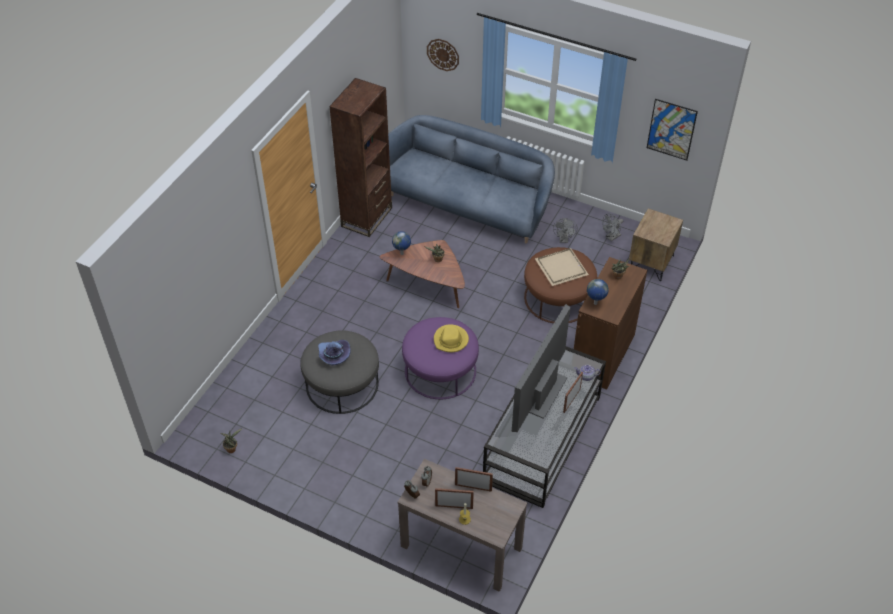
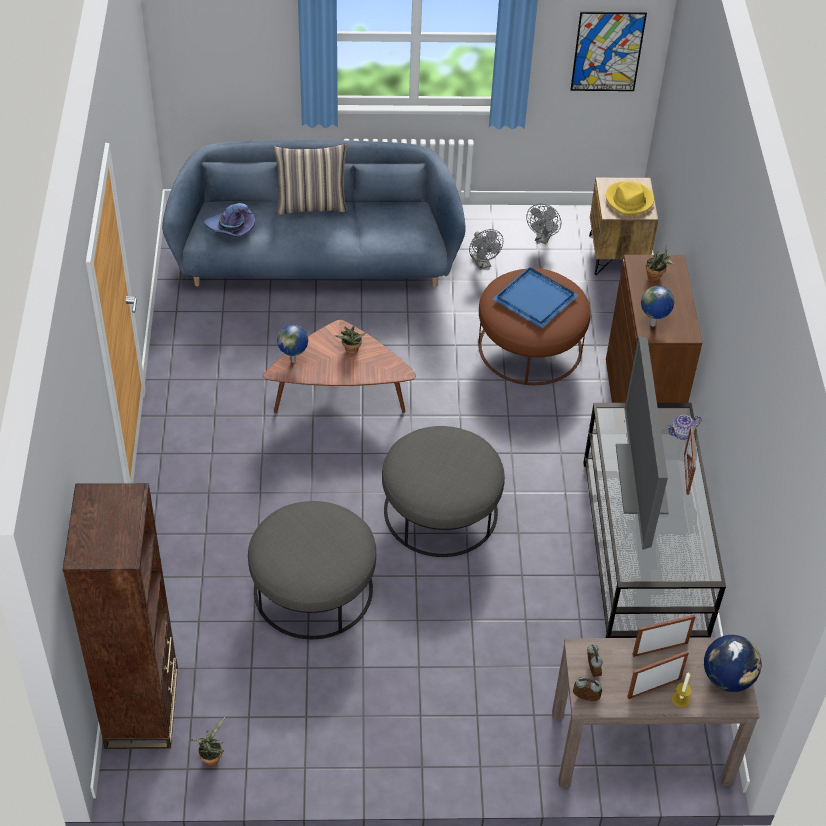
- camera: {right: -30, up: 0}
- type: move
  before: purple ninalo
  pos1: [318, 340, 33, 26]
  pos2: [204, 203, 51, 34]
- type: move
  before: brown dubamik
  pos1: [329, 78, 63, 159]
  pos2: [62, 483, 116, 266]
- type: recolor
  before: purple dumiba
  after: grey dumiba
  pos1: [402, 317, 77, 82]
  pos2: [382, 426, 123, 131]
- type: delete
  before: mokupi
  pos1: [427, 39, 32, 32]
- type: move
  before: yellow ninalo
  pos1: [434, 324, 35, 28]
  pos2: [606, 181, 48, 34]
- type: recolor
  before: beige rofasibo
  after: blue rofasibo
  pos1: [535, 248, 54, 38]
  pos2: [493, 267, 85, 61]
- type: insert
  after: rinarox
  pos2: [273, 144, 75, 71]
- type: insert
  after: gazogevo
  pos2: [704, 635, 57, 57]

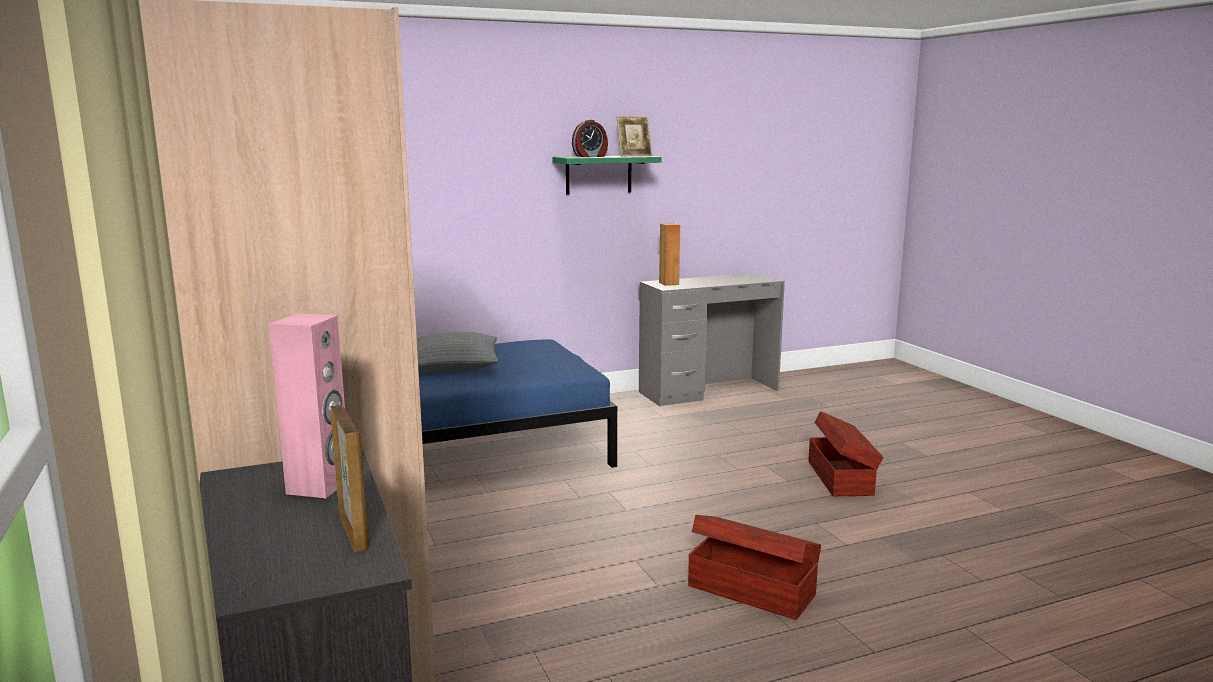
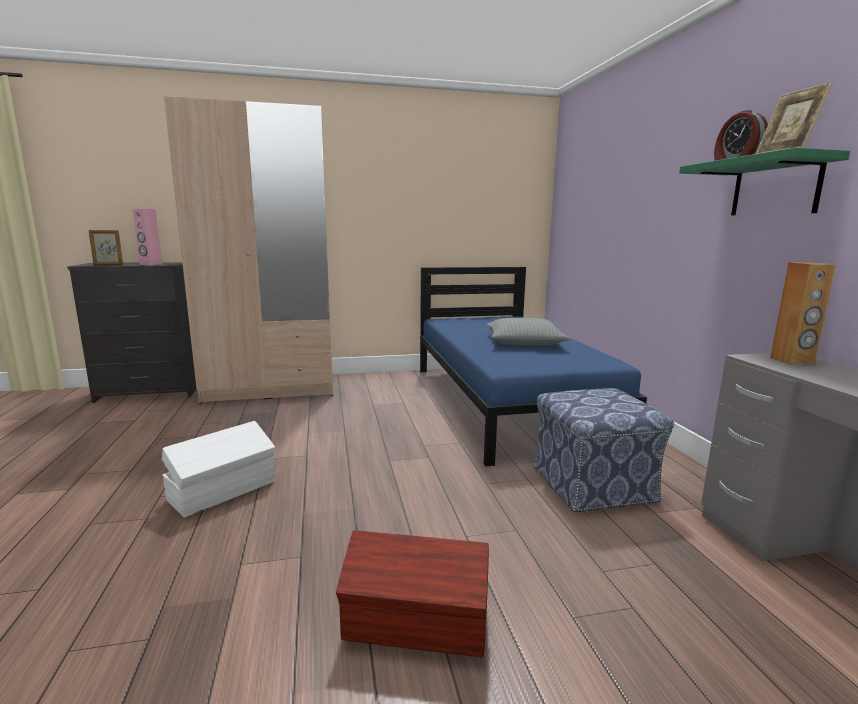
- camera: {right: 100, up: 0}
- type: recolor
  before: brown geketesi
  after: white geketesi
  pos1: [688, 515, 133, 105]
  pos2: [162, 421, 113, 97]
- type: insert
  after: dumiba
  pos2: [534, 388, 140, 125]

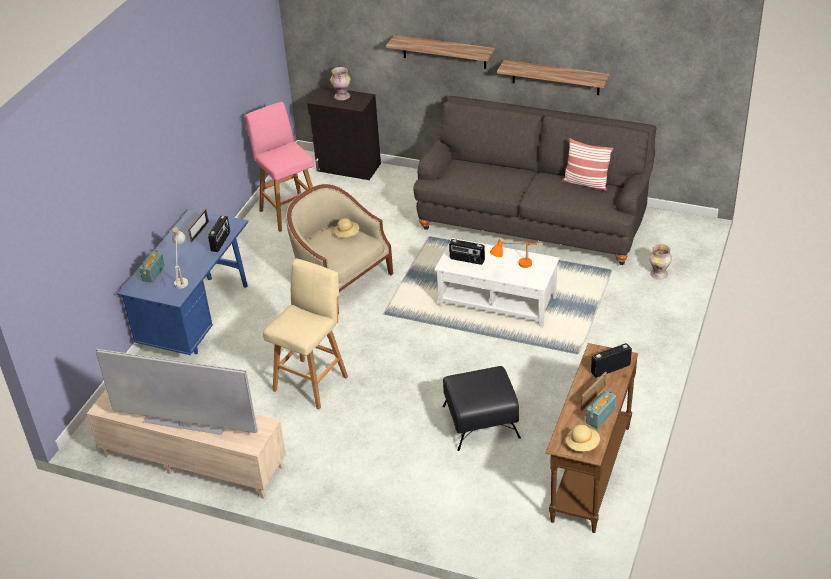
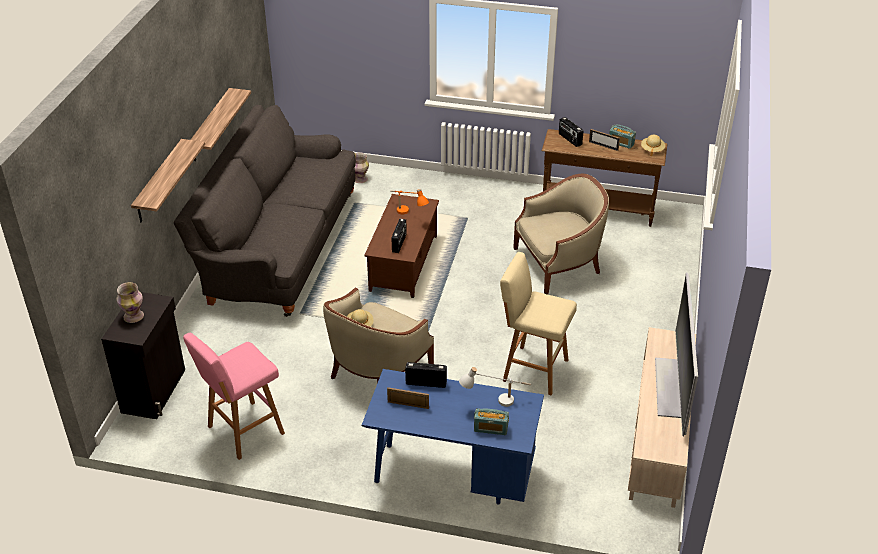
- camera: {right: -100, up: 0}
- type: recolor
  before: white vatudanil
  after: brown vatudanil
  pos1: [435, 238, 124, 90]
  pos2: [364, 194, 75, 104]
- type: replace
  before: black dumiba
  after: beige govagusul
  pos1: [442, 366, 79, 85]
  pos2: [513, 174, 96, 120]
- type: delete
  before: rinarox
  pos1: [562, 138, 51, 53]

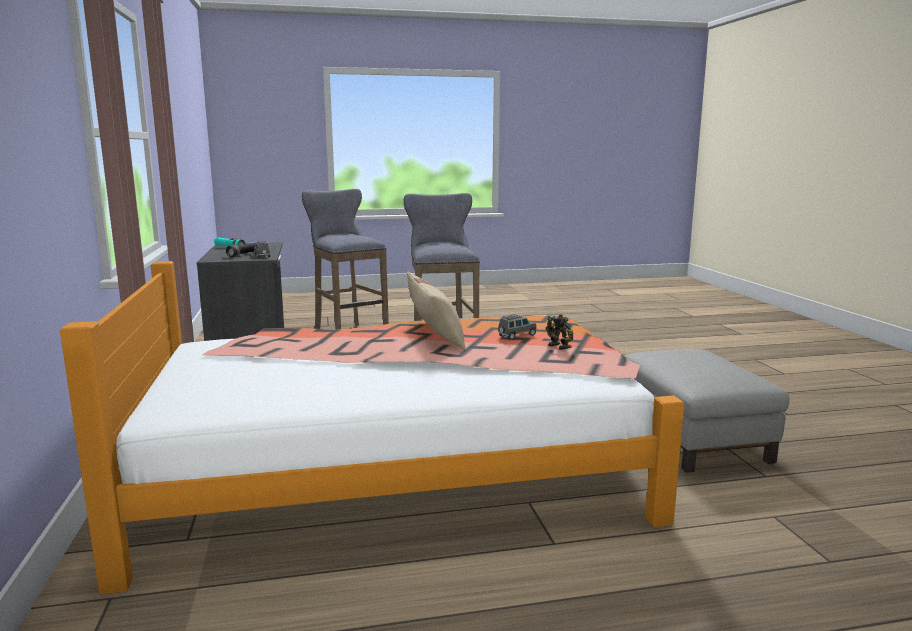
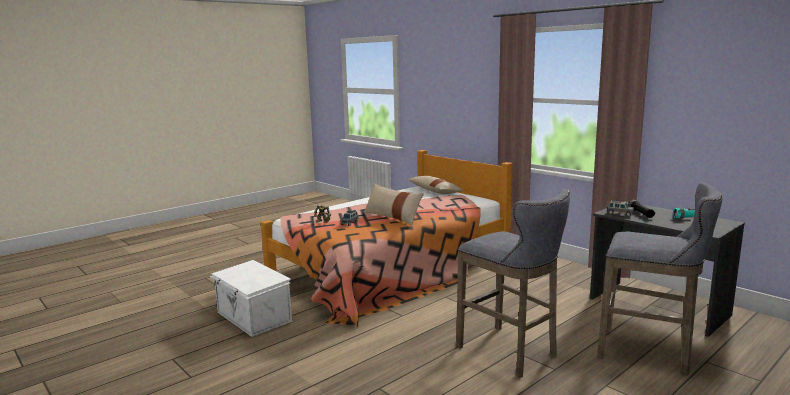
- camera: {right: 150, up: 0}
- type: replace
  before: grey dumiba
  after: white geketesi
  pos1: [624, 349, 166, 124]
  pos2: [210, 260, 82, 77]
- type: insert
  after: beige rinarox
  pos2: [408, 176, 56, 18]

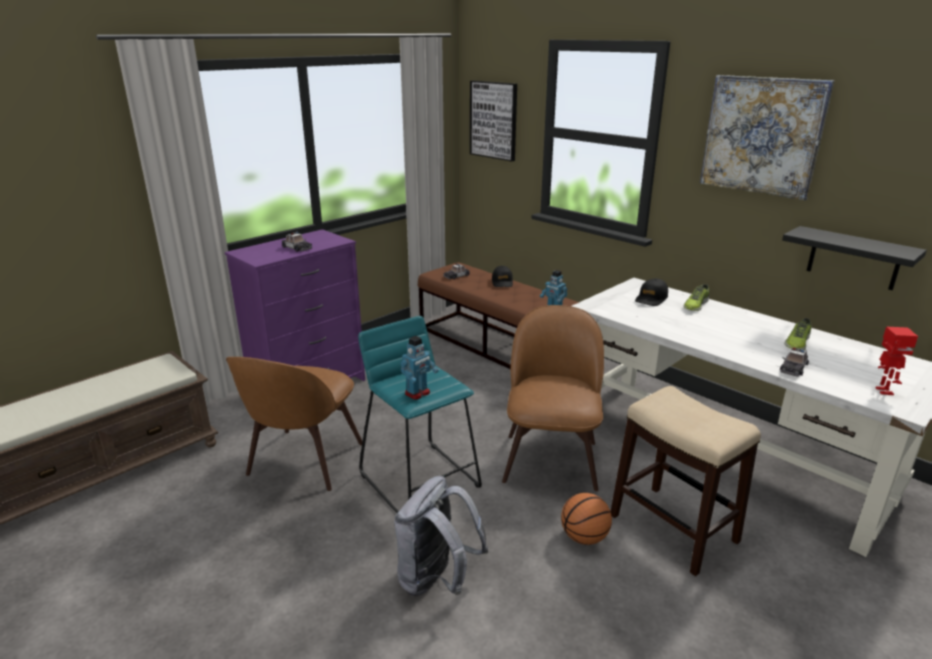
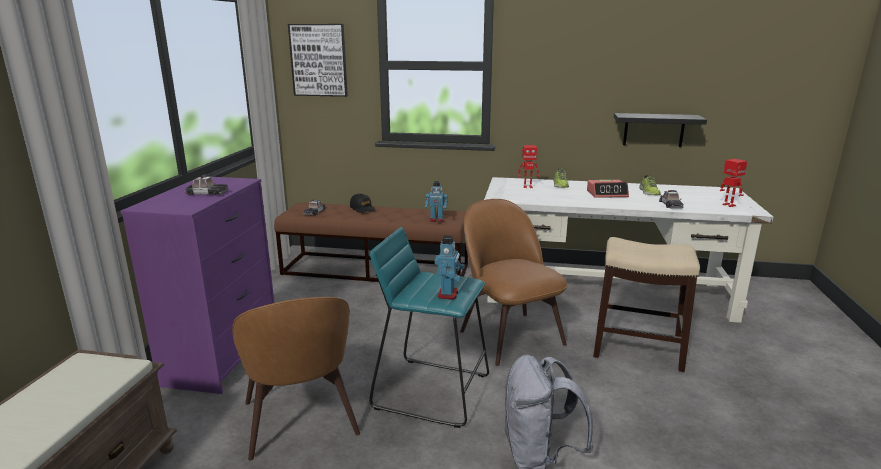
- camera: {right: -35, up: -5}
- type: delete
  before: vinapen
  pos1: [561, 493, 51, 52]
- type: replace
  before: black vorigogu
  after: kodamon
  pos1: [635, 278, 33, 28]
  pos2: [518, 145, 22, 43]
- type: delete
  before: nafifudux
  pos1: [700, 75, 134, 125]
- type: insert
  after: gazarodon
  pos2: [587, 180, 42, 18]

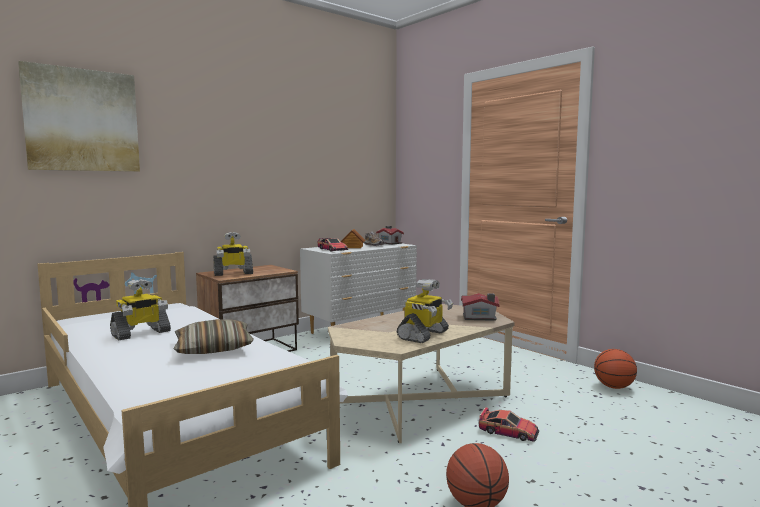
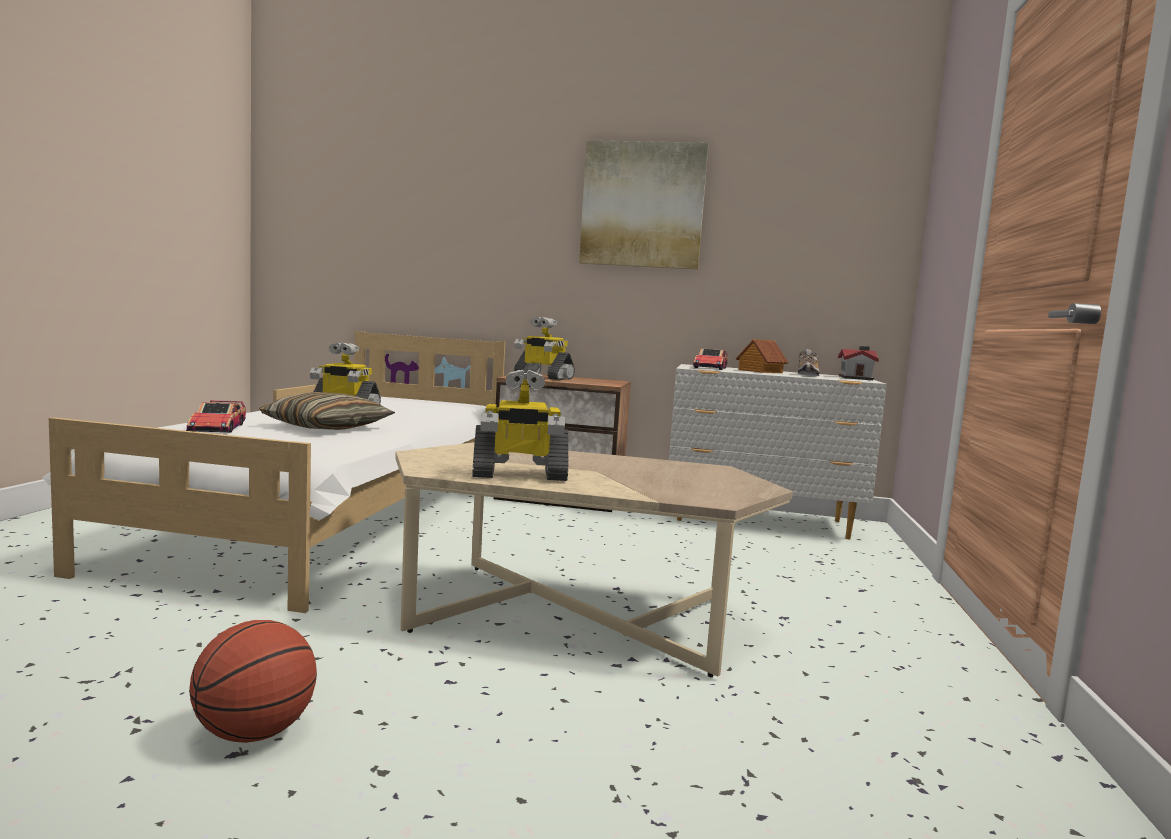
- camera: {right: 50, up: 0}
- type: move
  before: nafifudux
  pos1: [18, 61, 122, 111]
  pos2: [579, 140, 130, 129]
- type: delete
  before: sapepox
  pos1: [461, 293, 38, 28]
- type: move
  before: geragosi
  pos1: [479, 407, 60, 35]
  pos2: [186, 400, 60, 32]
- type: delete
  before: vinapen
  pos1: [594, 349, 43, 40]

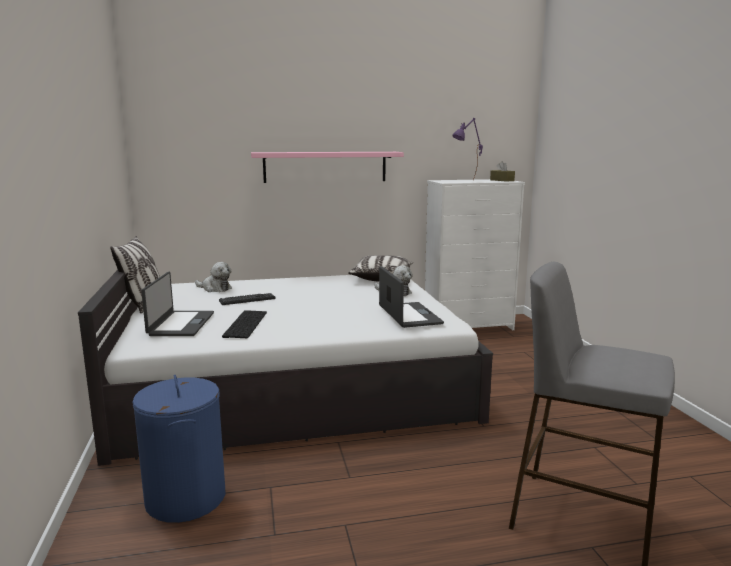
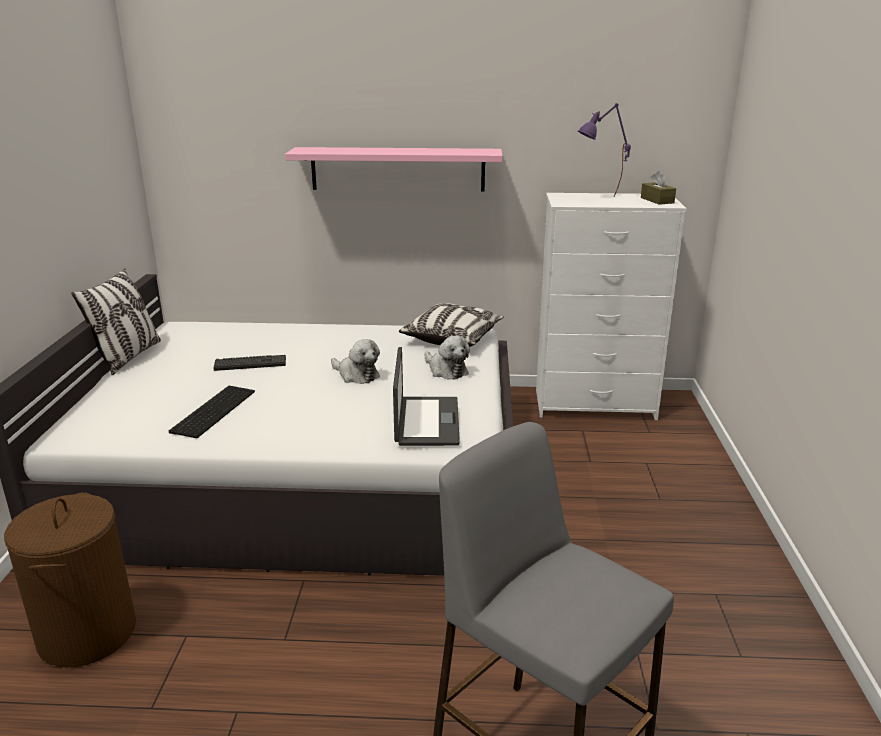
- camera: {right: 15, up: 10}
- type: recolor
  before: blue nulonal
  after: brown nulonal
  pos1: [132, 375, 93, 148]
  pos2: [4, 492, 132, 175]
- type: delete
  before: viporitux
  pos1: [141, 272, 73, 64]
- type: move
  before: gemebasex
  pos1: [195, 262, 37, 30]
  pos2: [331, 339, 49, 45]

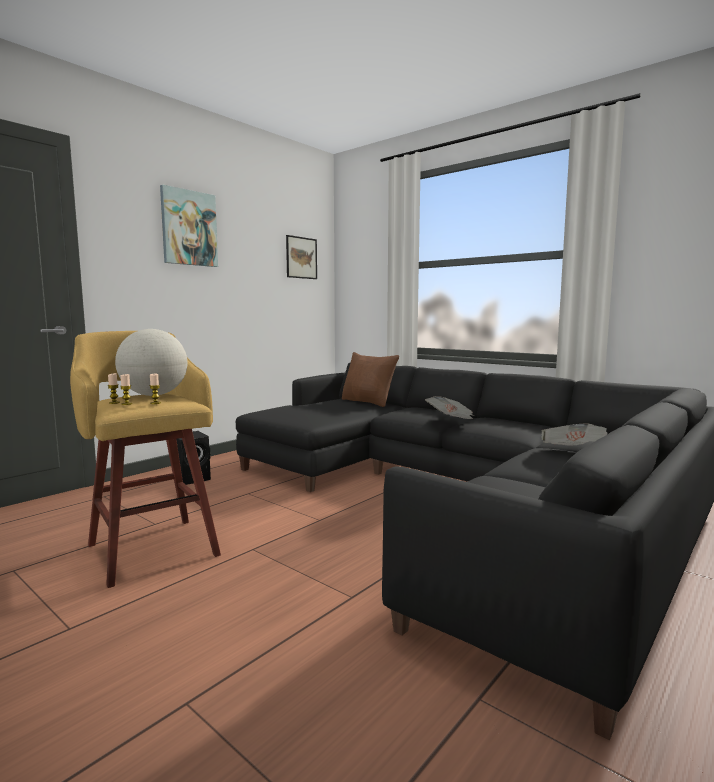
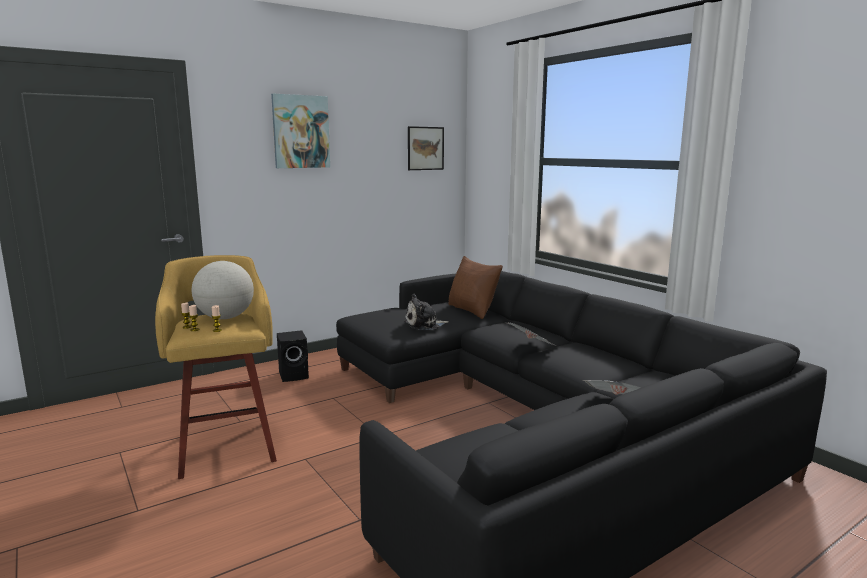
- camera: {right: 15, up: 5}
- type: insert
  after: gemebasex
  pos2: [404, 294, 45, 36]

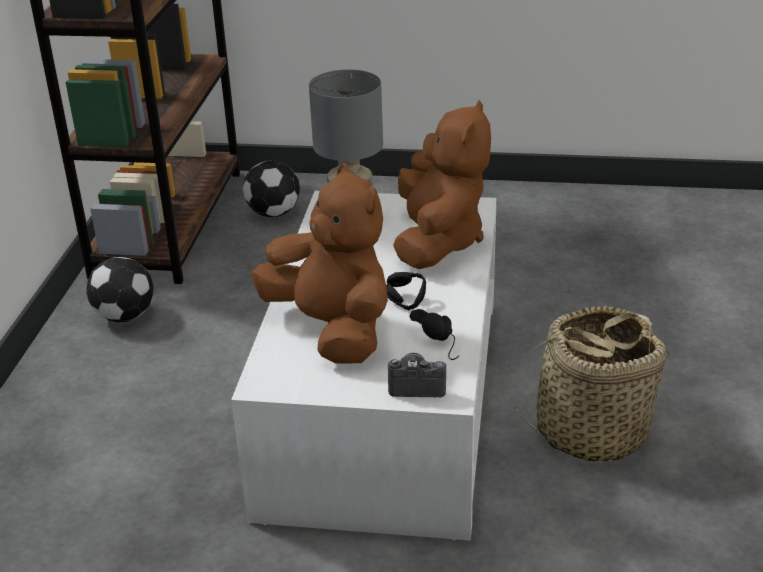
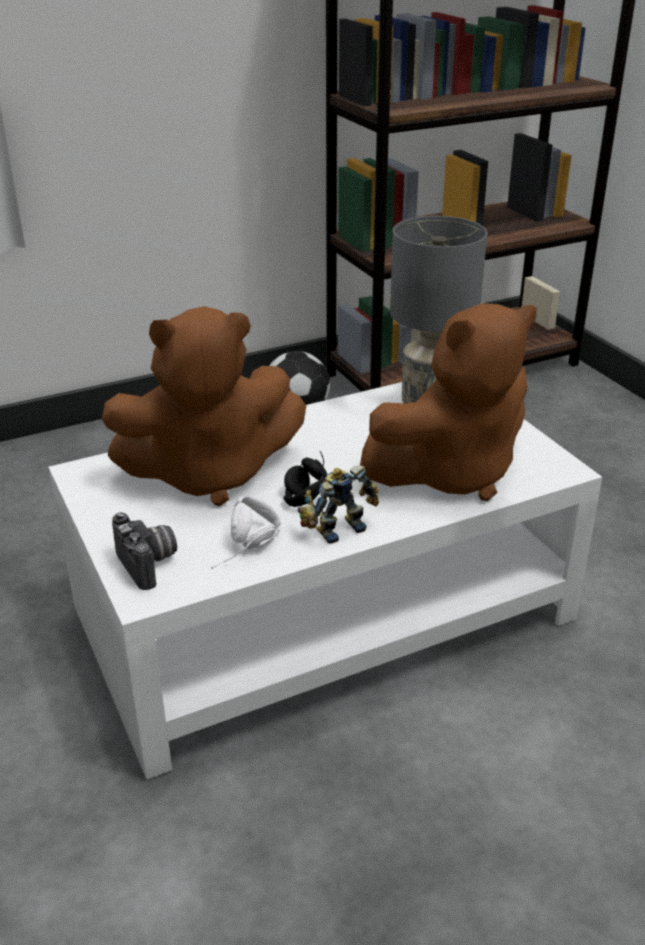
- camera: {right: 55, up: 0}
- type: delete
  before: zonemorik
  pos1: [243, 160, 57, 57]
- type: rotate
  before: brown gemebasex
  pos1: [251, 163, 137, 200]
  pos2: [102, 306, 204, 200]
  turn: 60
- type: recolor
  before: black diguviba
  after: white diguviba
  pos1: [410, 309, 49, 51]
  pos2: [212, 496, 71, 73]
- type: delete
  before: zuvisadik
  pos1: [510, 306, 160, 157]
- type: insert
  after: kodamon
  pos2: [298, 465, 81, 79]

